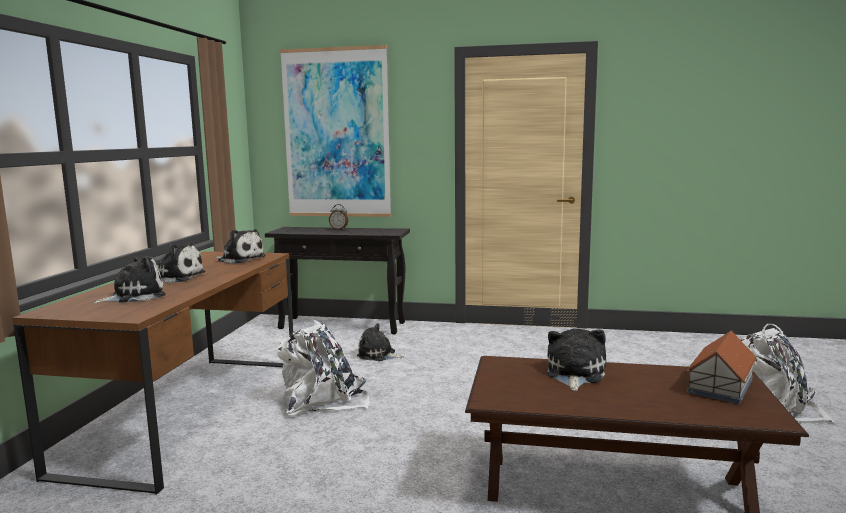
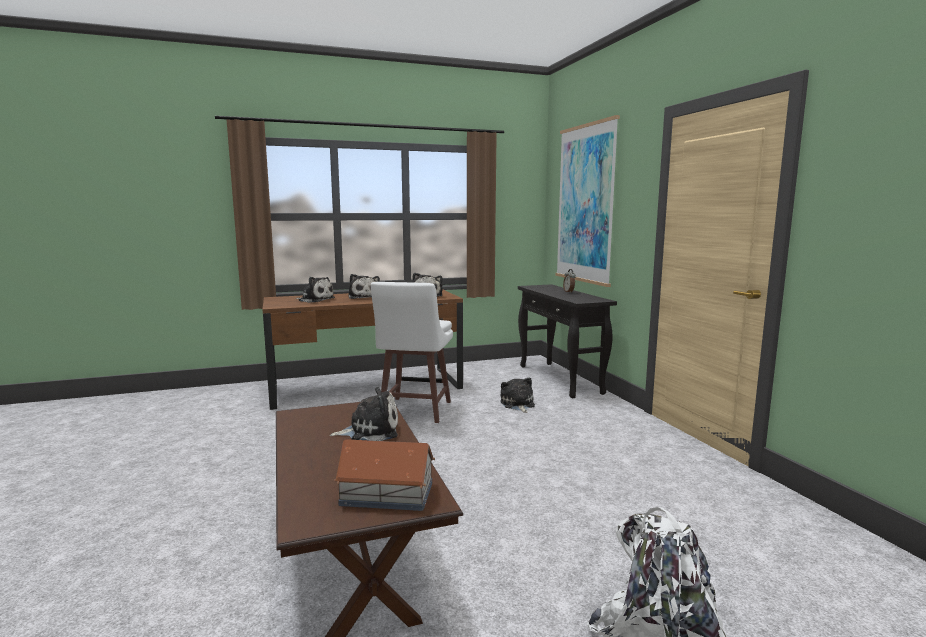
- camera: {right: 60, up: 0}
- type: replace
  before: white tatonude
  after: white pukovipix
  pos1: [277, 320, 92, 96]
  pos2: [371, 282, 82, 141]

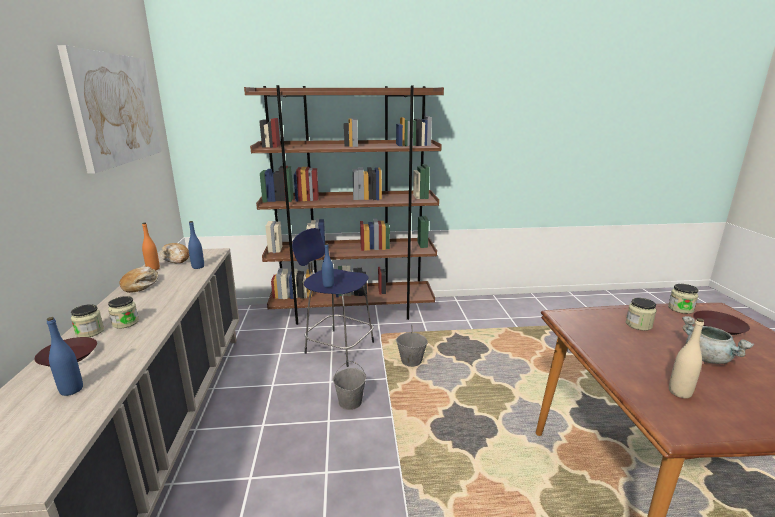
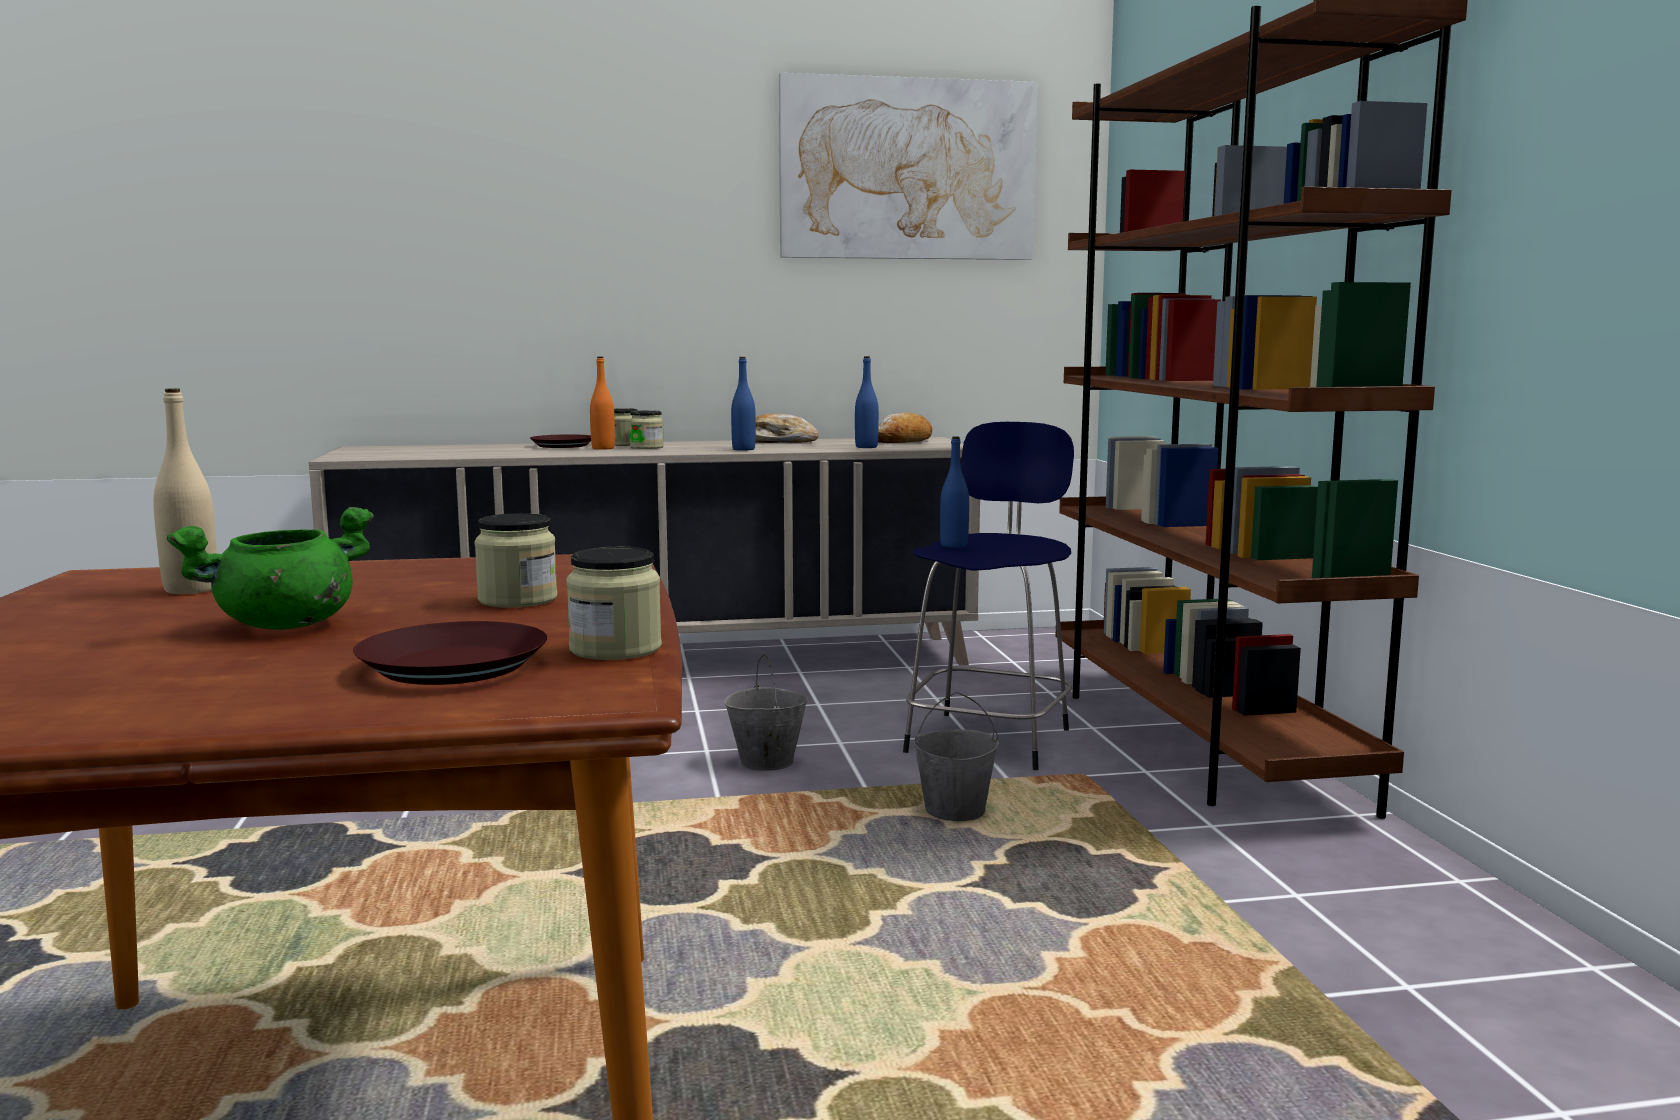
- camera: {right: 85, up: -10}
- type: move
  before: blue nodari
  pos1: [47, 317, 36, 79]
  pos2: [731, 357, 25, 93]
- type: move
  before: orange nodari
  pos1: [142, 222, 18, 48]
  pos2: [590, 356, 25, 94]
- type: recolor
  before: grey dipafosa
  after: green dipafosa
  pos1: [682, 316, 72, 48]
  pos2: [167, 507, 207, 123]

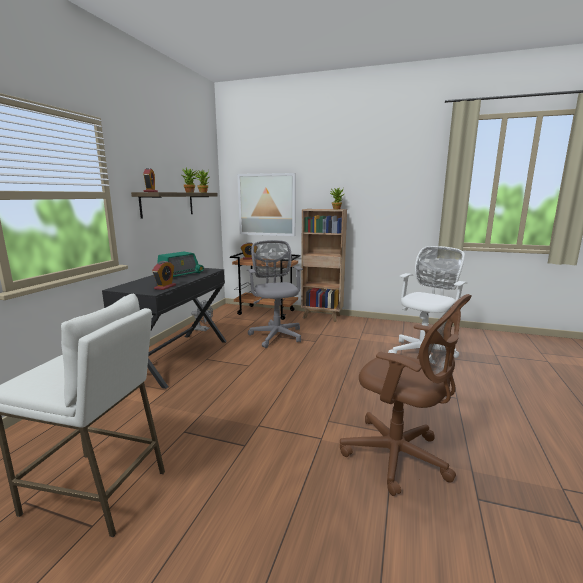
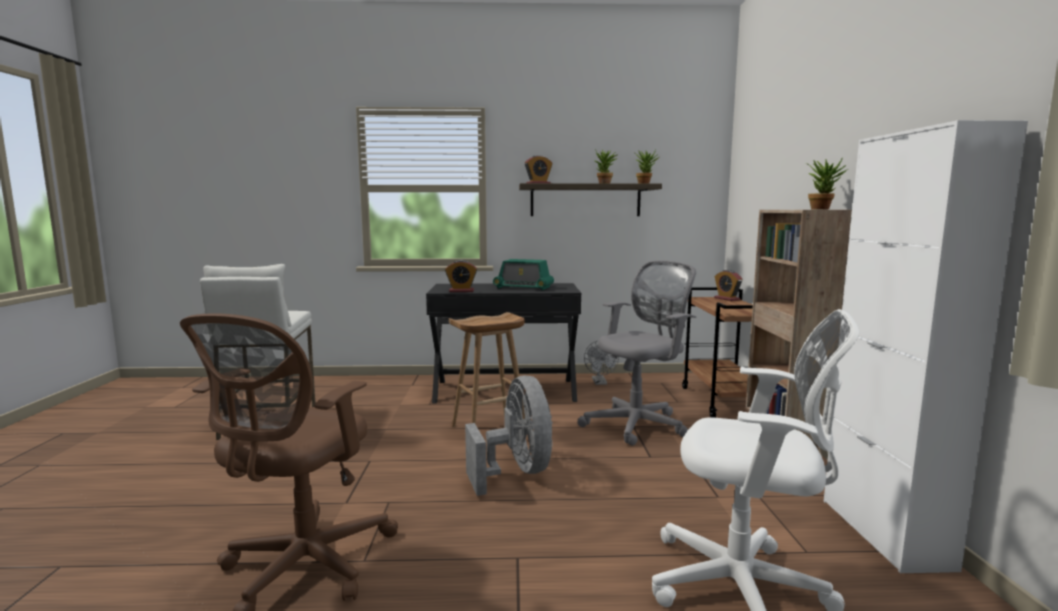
- camera: {right: 70, up: -5}
- type: delete
  before: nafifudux
  pos1: [238, 173, 58, 63]
- type: insert
  after: brown pukovipix
  pos2: [449, 312, 76, 115]
- type: insert
  after: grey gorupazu
  pos2: [465, 376, 88, 120]
- type: insert
  after: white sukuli
  pos2: [824, 120, 204, 453]

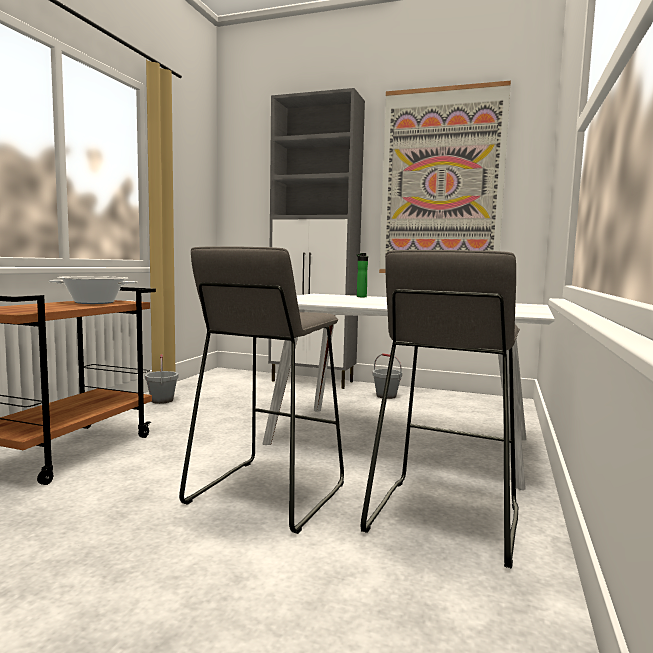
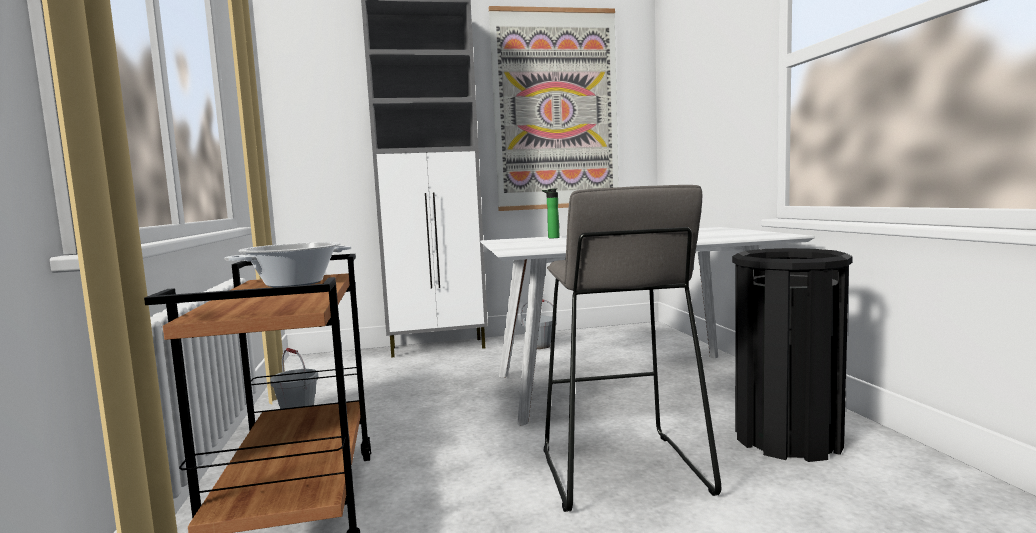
- camera: {right: -30, up: 0}
- type: replace
  before: grey pukovipix
  after: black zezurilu
  pos1: [361, 250, 159, 318]
  pos2: [732, 248, 121, 214]

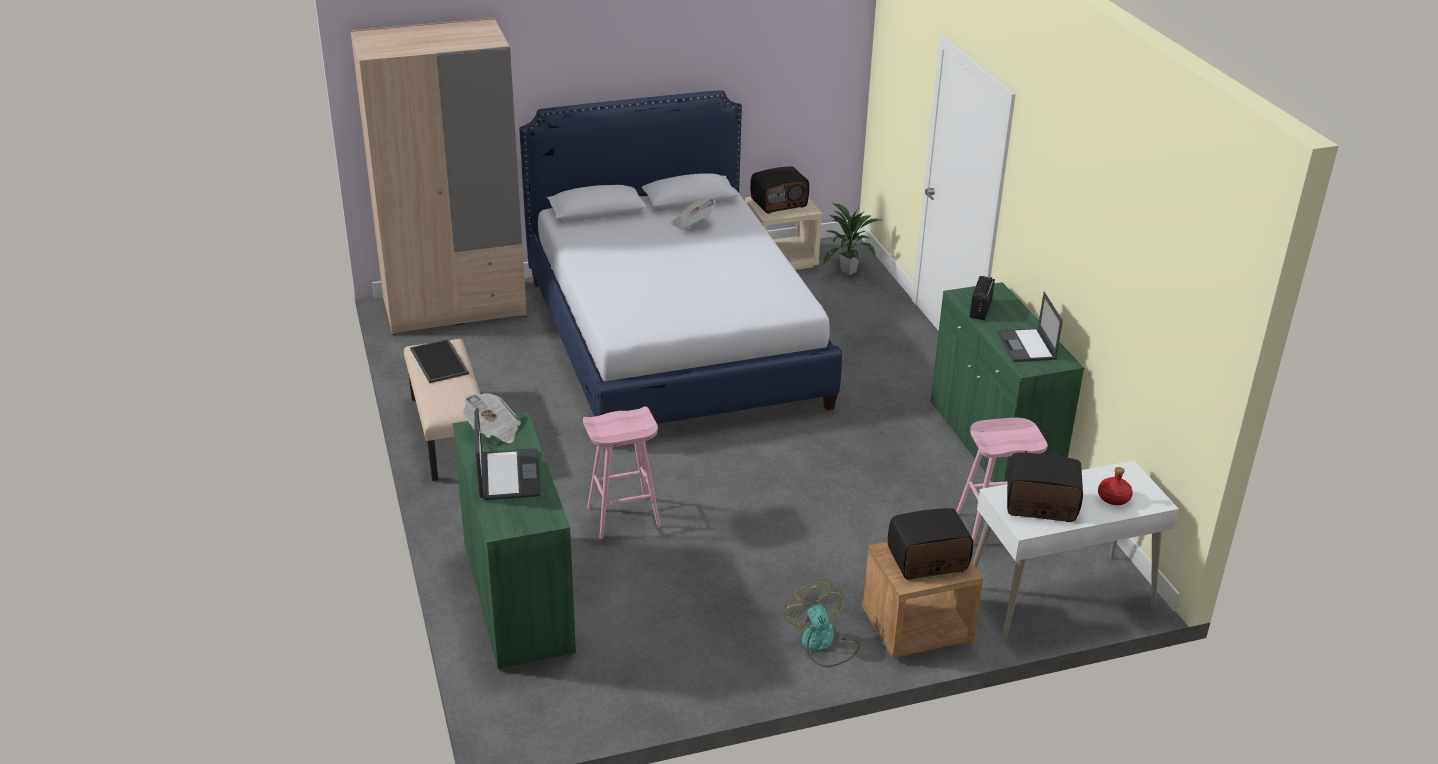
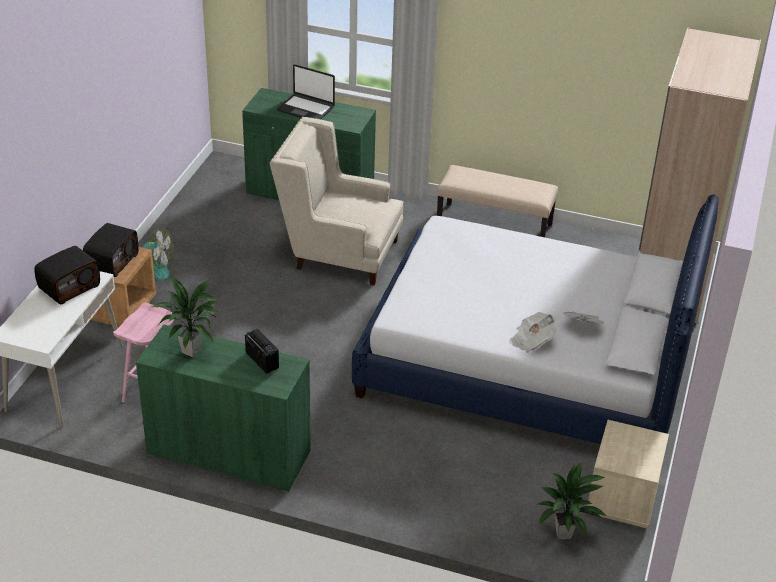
- camera: {right: 125, up: 5}
- type: delete
  before: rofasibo
  pos1: [410, 339, 59, 44]
- type: move
  before: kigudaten
  pos1: [463, 393, 58, 50]
  pos2: [509, 312, 47, 41]
- type: replace
  before: pink pukovipix
  after: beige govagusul
  pos1: [583, 406, 78, 133]
  pos2: [270, 117, 133, 168]
- type: delete
  before: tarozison
  pos1: [750, 166, 59, 48]
- type: replace
  before: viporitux
  after: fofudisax
  pos1: [997, 292, 66, 70]
  pos2: [152, 275, 68, 82]
- type: delete
  before: red nodari
  pos1: [1098, 467, 35, 38]

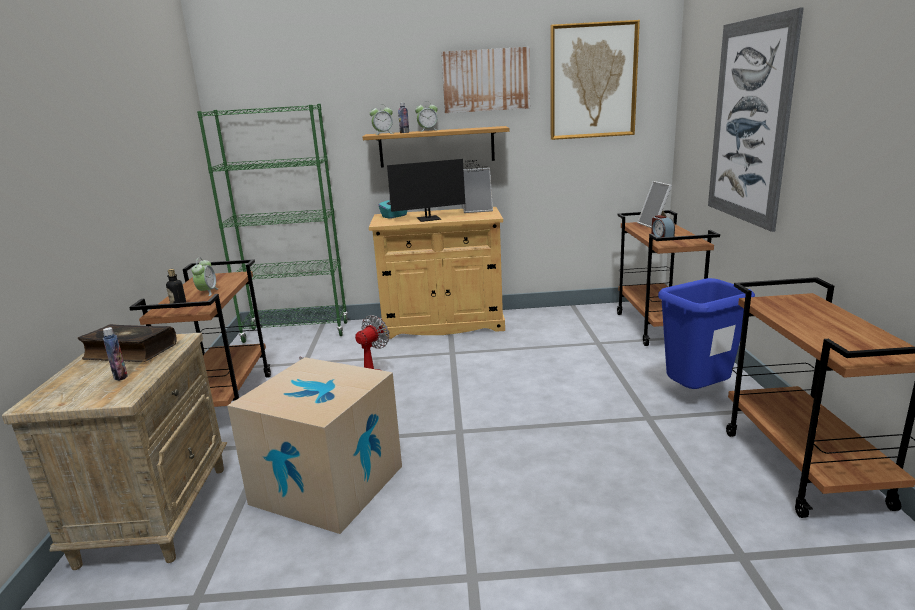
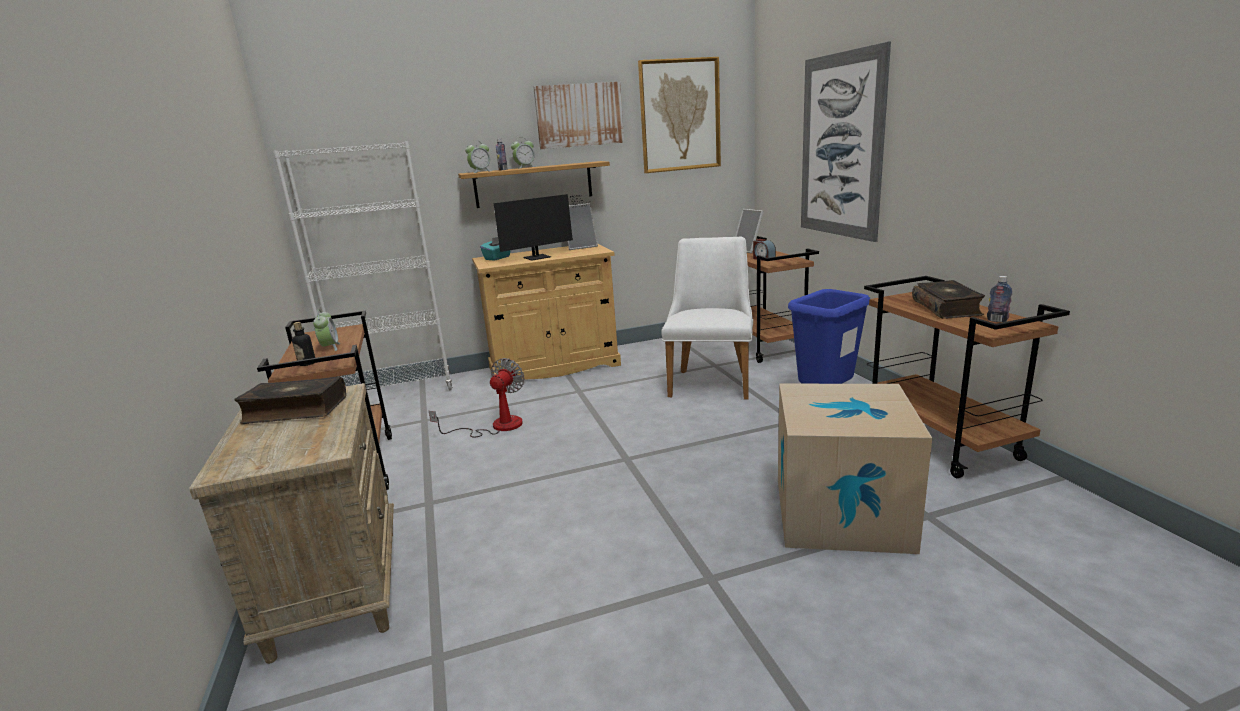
- camera: {right: -15, up: 0}
- type: move
  before: nodari
  pos1: [103, 327, 25, 54]
  pos2: [987, 276, 25, 46]
- type: recolor
  before: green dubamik
  after: white dubamik
  pos1: [197, 104, 151, 239]
  pos2: [273, 141, 180, 249]
- type: move
  before: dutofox
  pos1: [227, 357, 175, 177]
  pos2: [778, 384, 154, 170]
- type: insert
  after: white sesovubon
  pos2: [661, 237, 92, 162]
- type: insert
  after: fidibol
  pos2: [912, 280, 73, 39]

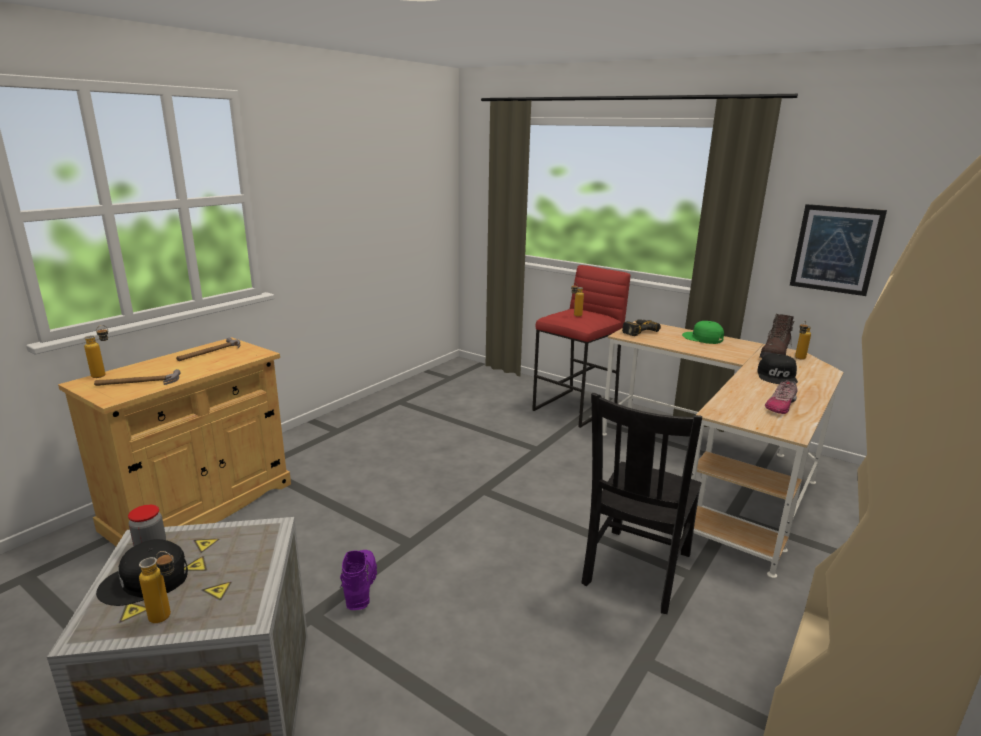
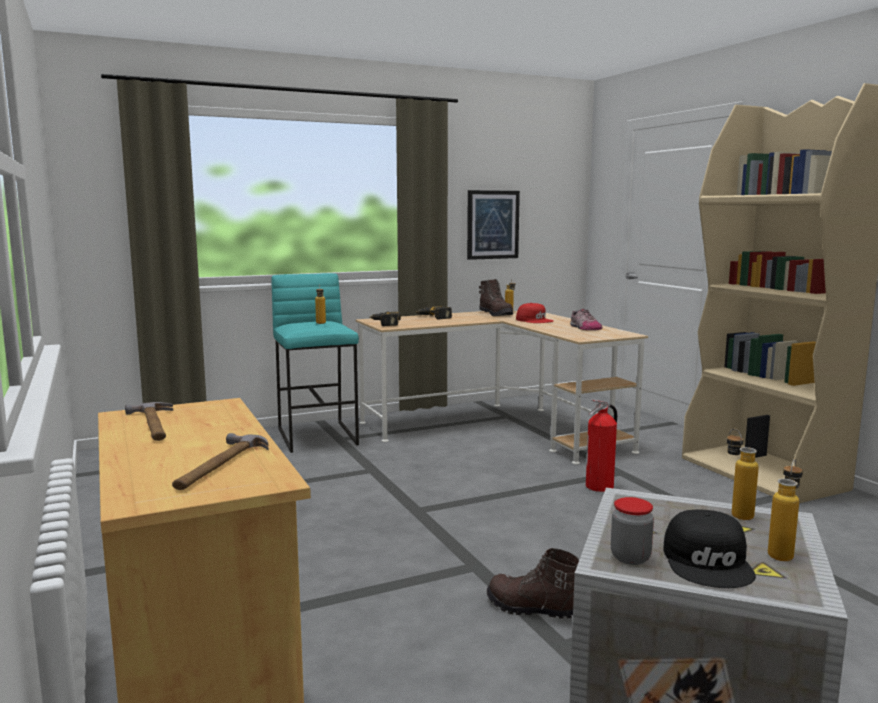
- camera: {right: -60, up: -10}
- type: move
  before: nodari
  pos1: [84, 325, 24, 53]
  pos2: [727, 429, 32, 91]
- type: recolor
  before: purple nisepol
  after: brown nisepol
  pos1: [340, 550, 37, 60]
  pos2: [487, 548, 92, 71]
- type: recolor
  before: red pukovipix
  after: turquoise pukovipix
  pos1: [532, 265, 98, 163]
  pos2: [271, 273, 88, 180]
- type: replace
  before: black sesovubon
  after: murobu
  pos1: [581, 393, 121, 221]
  pos2: [586, 400, 31, 92]
- type: replace
  before: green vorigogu
  after: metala
  pos1: [682, 321, 42, 23]
  pos2: [415, 306, 37, 13]
- type: recolor
  before: black vorigogu
  after: red vorigogu
  pos1: [757, 354, 41, 30]
  pos2: [516, 303, 38, 20]

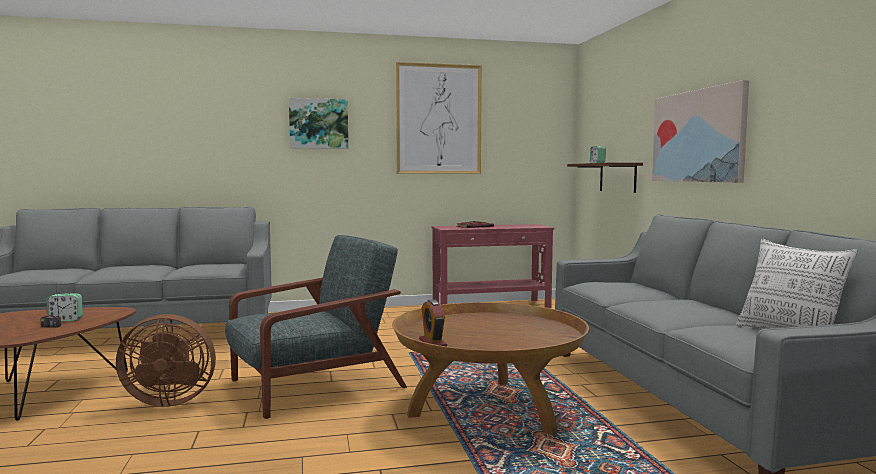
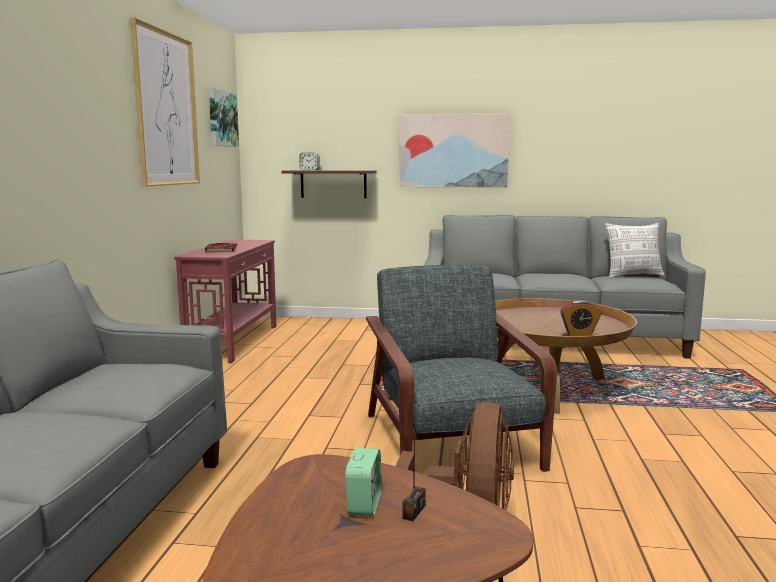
- camera: {right: -70, up: 5}
- type: move
  before: nafifudux
  pos1: [289, 98, 59, 51]
  pos2: [209, 88, 30, 59]

